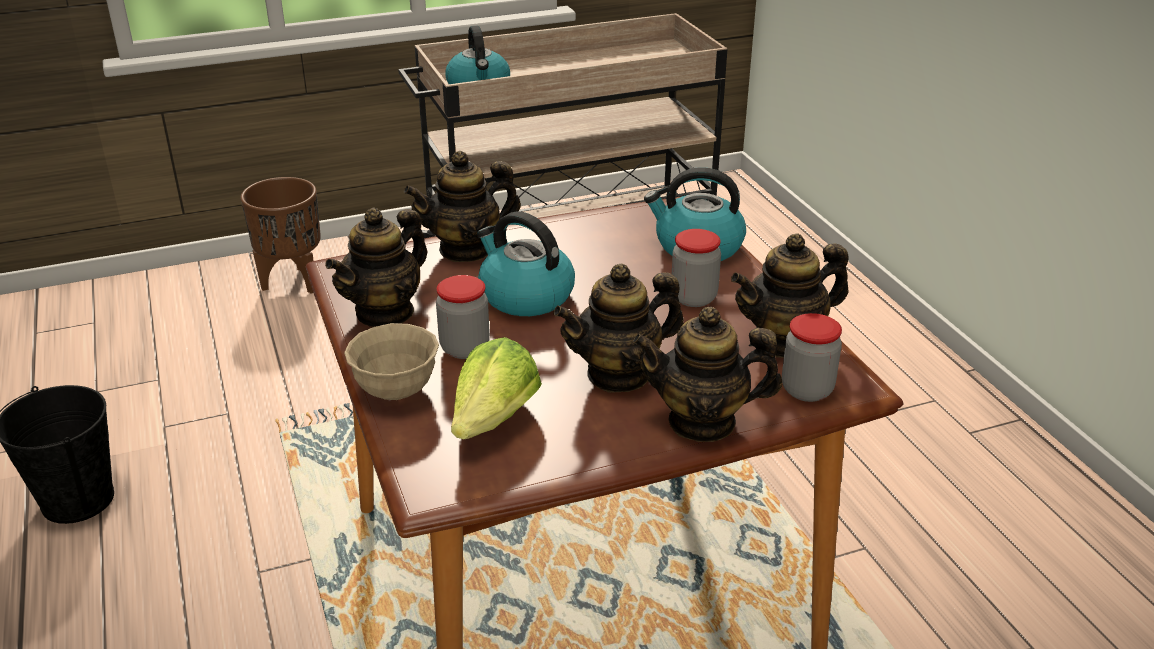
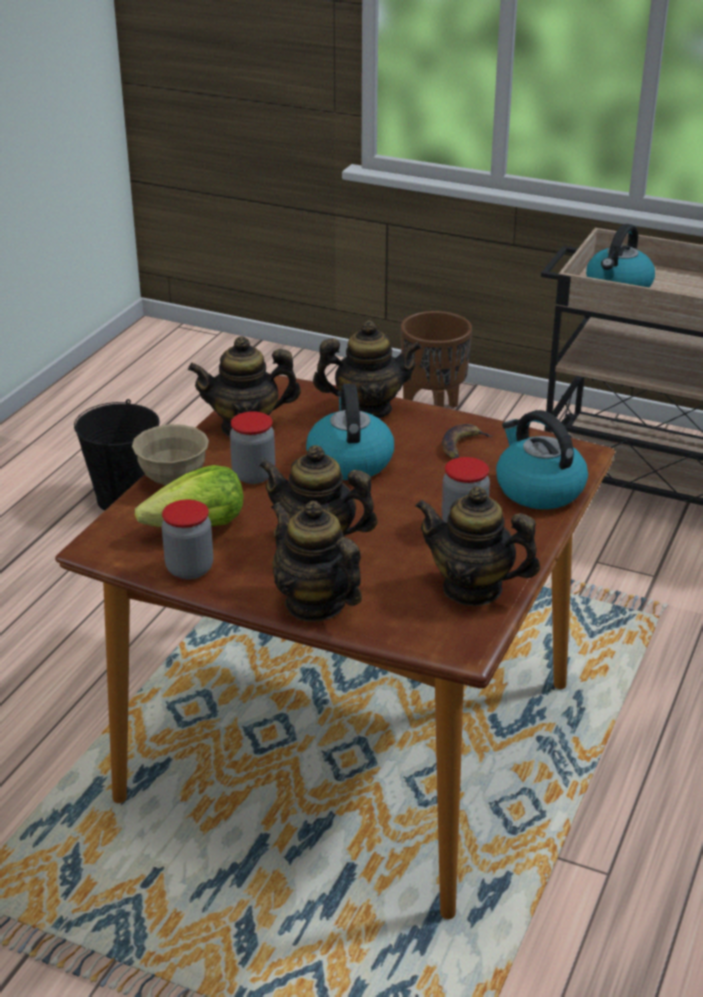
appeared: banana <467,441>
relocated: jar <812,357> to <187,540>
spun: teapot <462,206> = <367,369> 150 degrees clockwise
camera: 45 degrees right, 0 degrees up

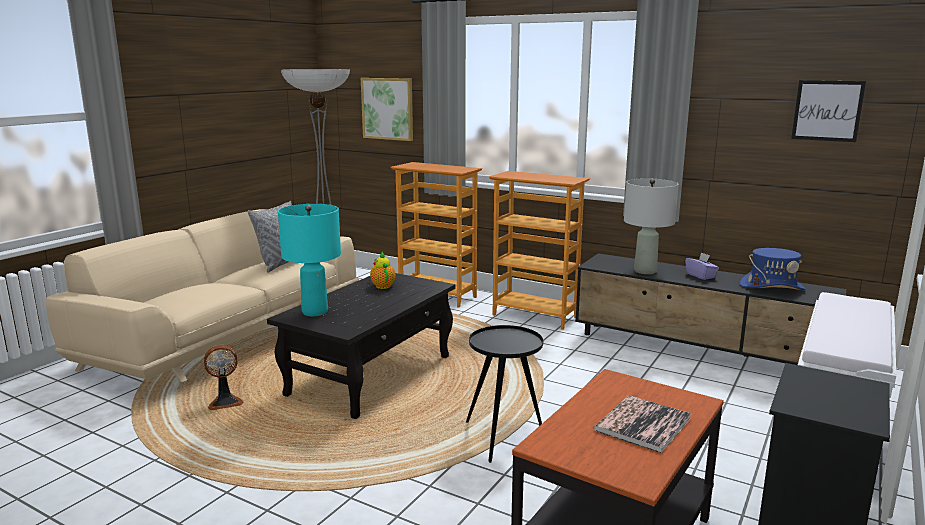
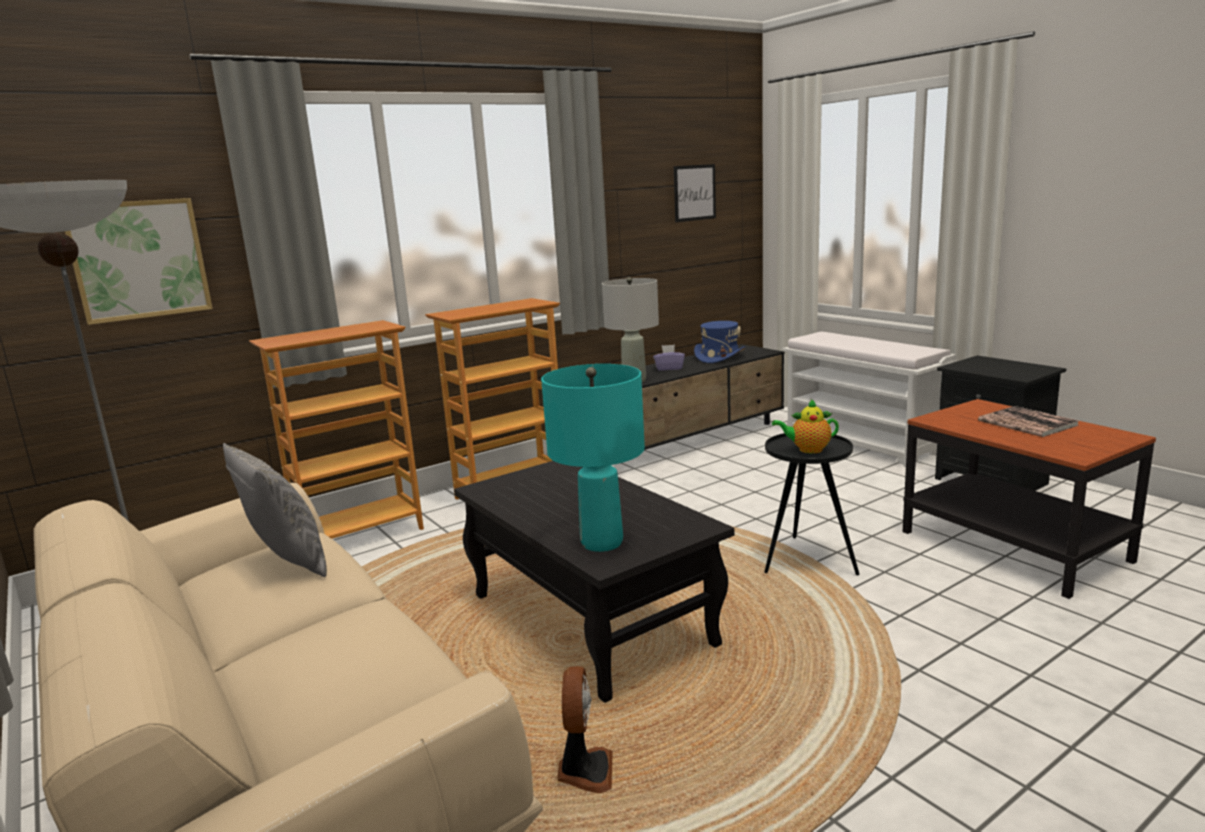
relocated: teapot <383,270> to <805,426>
camera: 65 degrees left, 0 degrees up

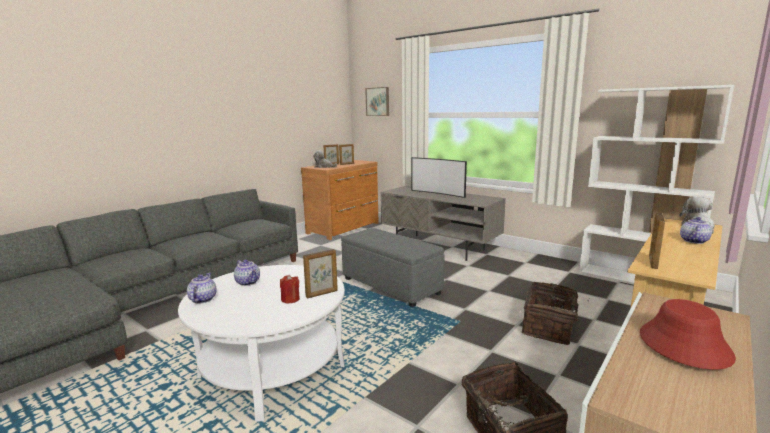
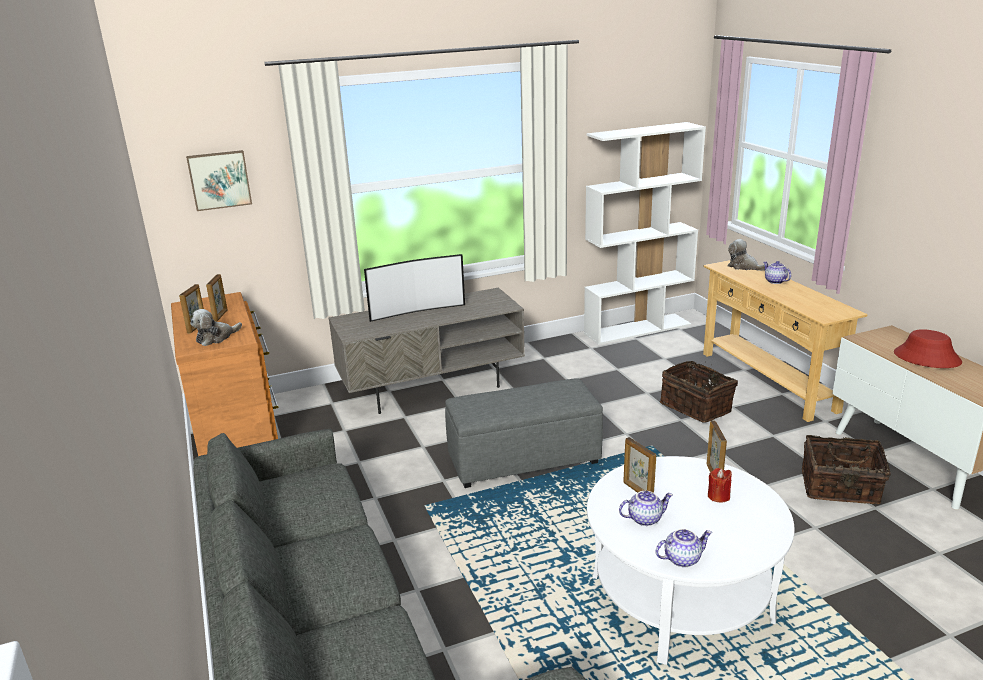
relocated: picture frame <657,241> to <639,465>
spun: teapot <202,288> = <684,548> 135 degrees clockwise
camera: 60 degrees left, 10 degrees up

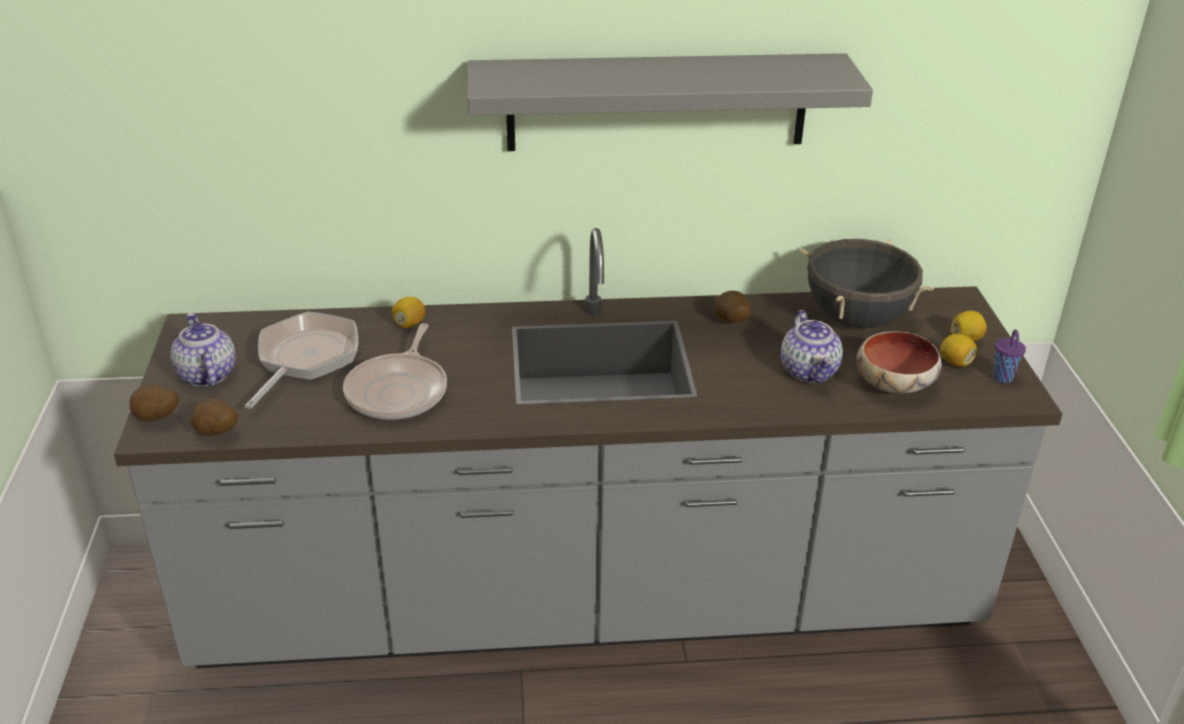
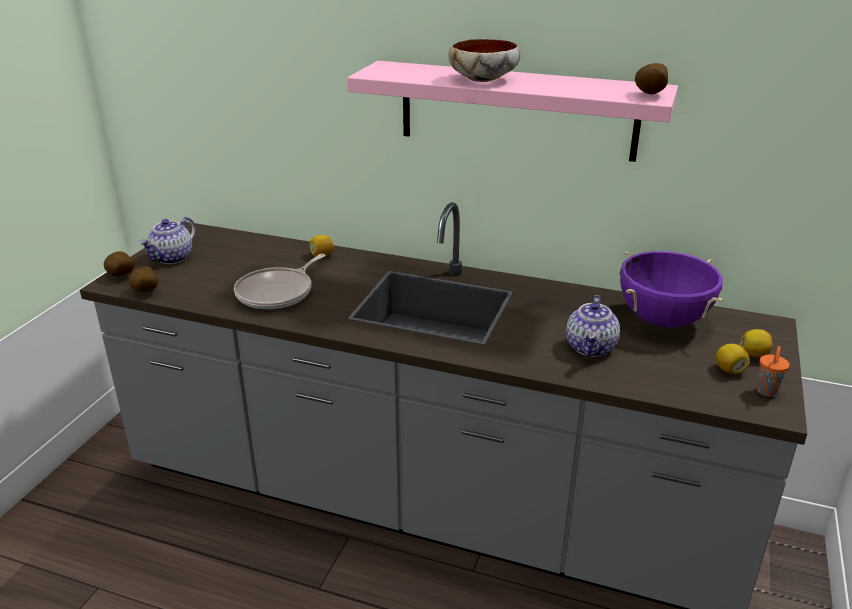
missing: frying pan <301,360>
relocated: potato <732,307> to <651,79>; bowl <898,362> to <484,60>
colour: shelf (grey) <670,102> to shelf (pink) <512,111>; cooking pot (black) <866,283> to cooking pot (purple) <671,289>; cup (purple) <1009,356> to cup (orange) <773,371>
spun: teapot <203,350> = <167,240> 150 degrees counterclockwise
camera: 25 degrees right, 5 degrees down

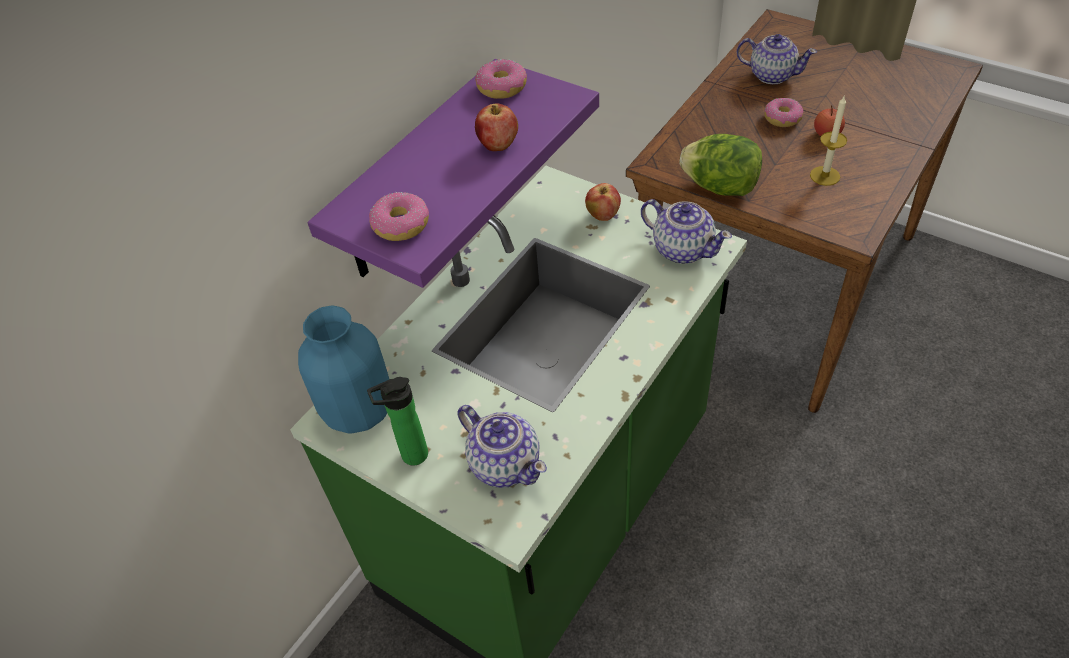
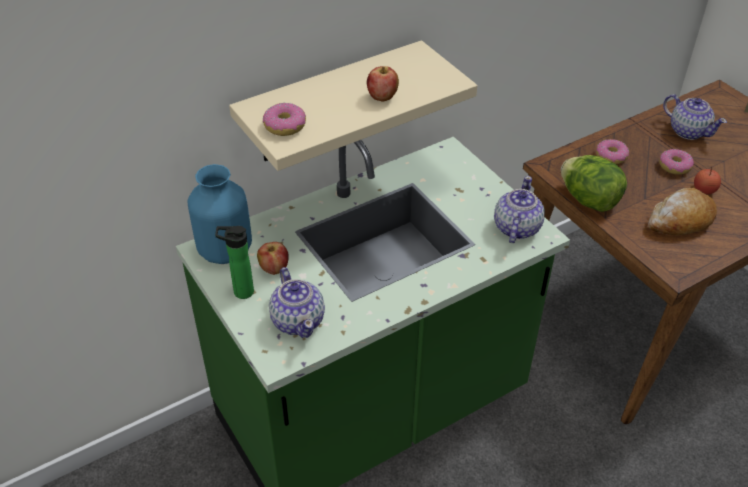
relocated: donut <501,79> to <612,151>; apple <603,202> to <273,258>
exchanged: candle <828,140> to bread <682,211>
colour: shelf (purple) <453,173> to shelf (beige) <353,105>
spun: teapot <686,231> = <519,209> 135 degrees counterclockwise
camera: 20 degrees right, 5 degrees down

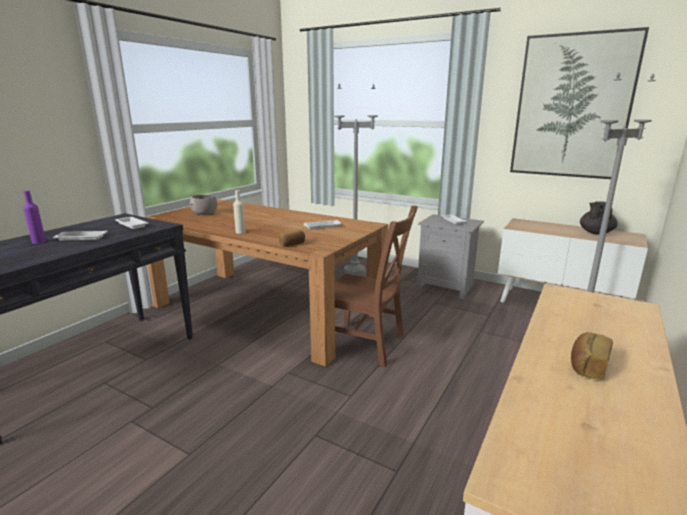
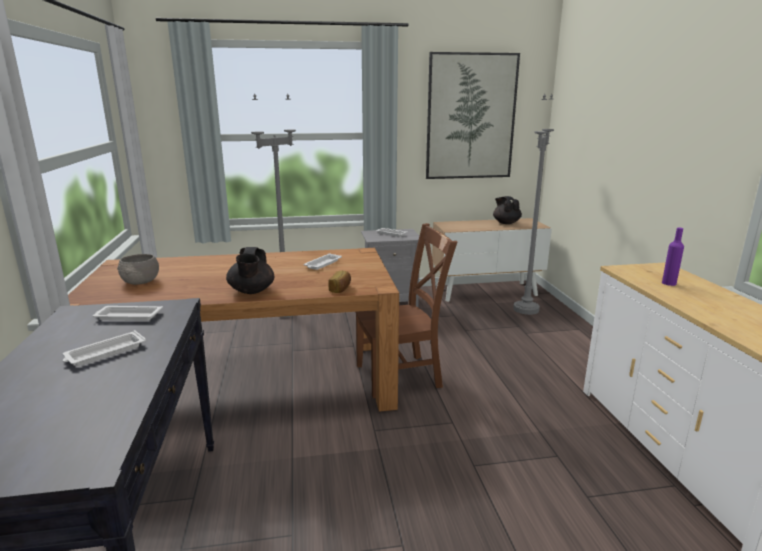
missing: bread <592,355>
relocated: bottle (purple) <34,217> to <673,257>
exchanged: bottle (beige) <239,212> to teapot (black) <250,270>
camera: 40 degrees left, 0 degrees up

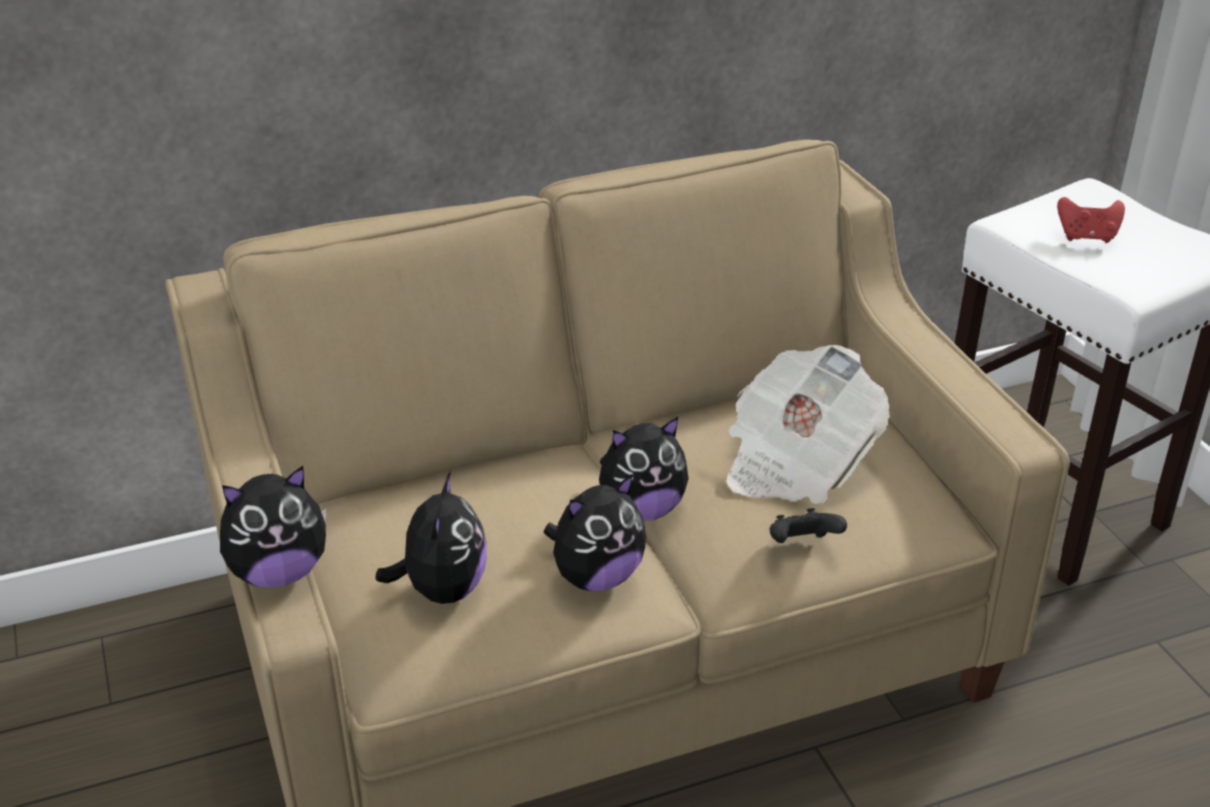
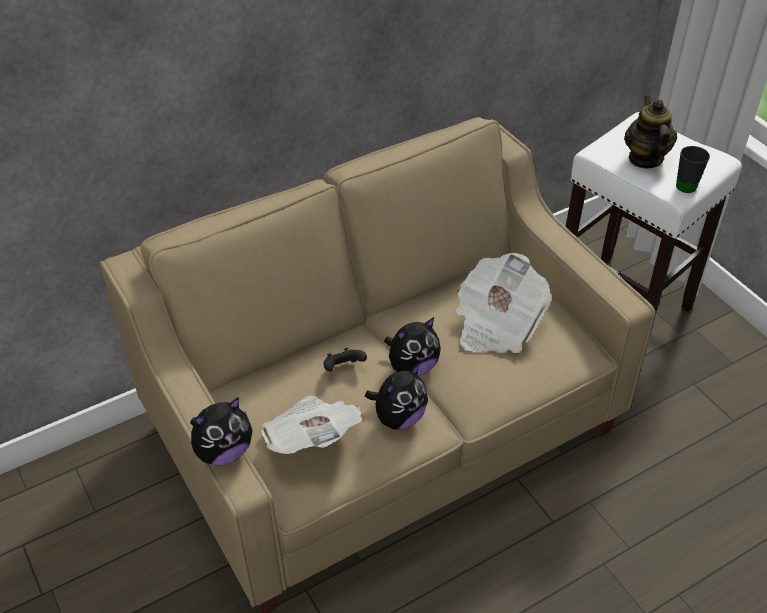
appeared: mug (black) <693,169>
relocated: game controller (black) <808,525> to <345,359>
exchanged: game controller (red) <1091,220> to teapot <650,132>; plush toy <431,537> to newspaper <311,424>
camera: 10 degrees left, 10 degrees up

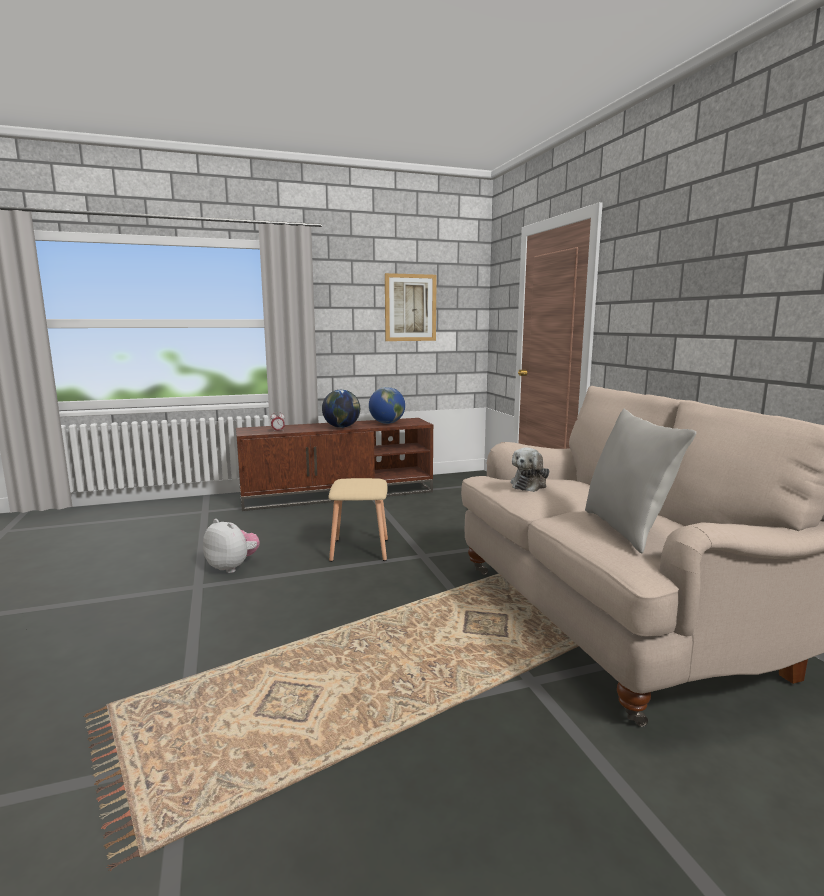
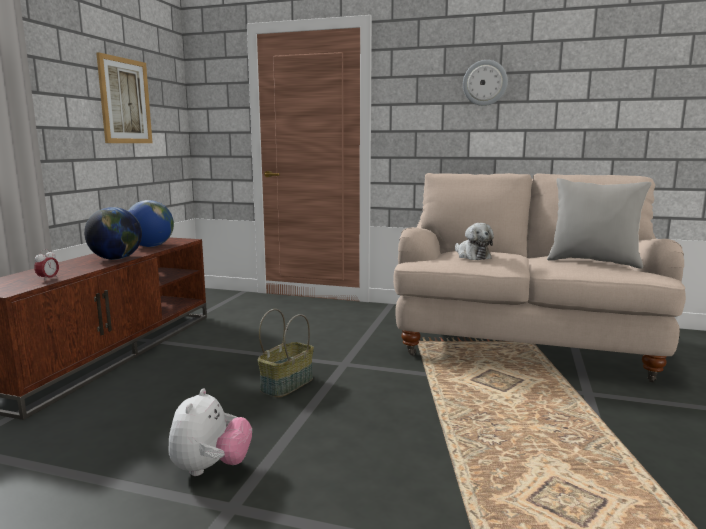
appeared: wall clock <485,83>
exchanged: stool (beige) <358,520> to basket <286,353>
spun: plush toy <231,546> = <210,432> 120 degrees clockwise
camera: 55 degrees left, 0 degrees up

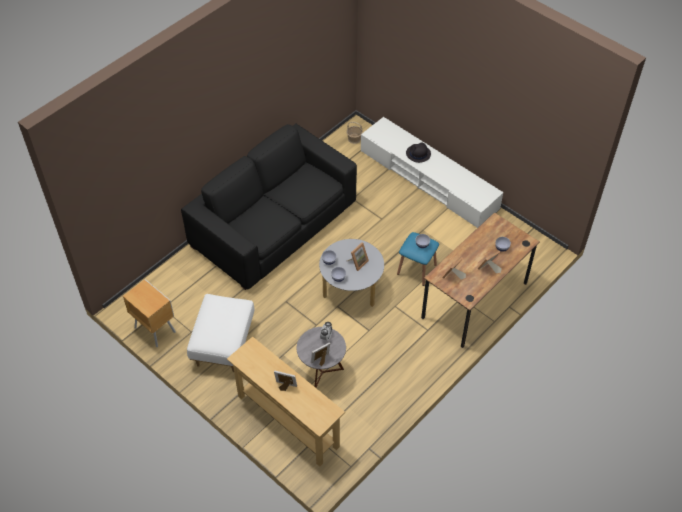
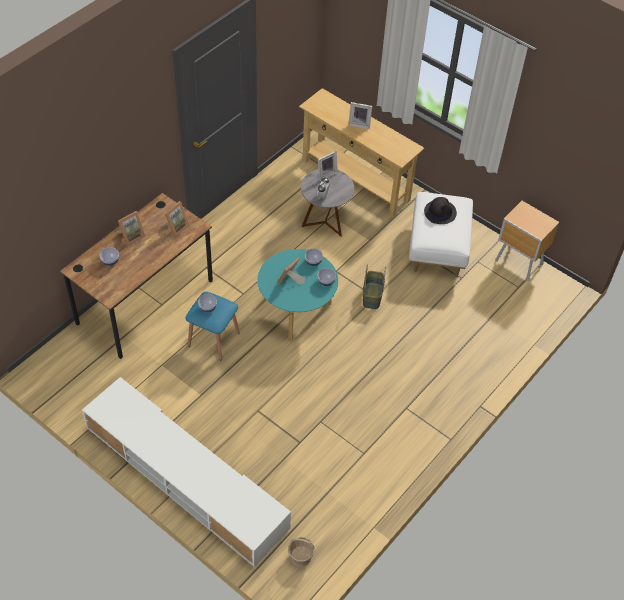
missing: sofa (black) <269,207>
appeared: basket <374,286>
relocated: hat (black) <418,152> to <440,210>
colour: coffee table (grey) <351,273> to coffee table (turquoise) <298,295>
camera: 175 degrees right, 0 degrees up

